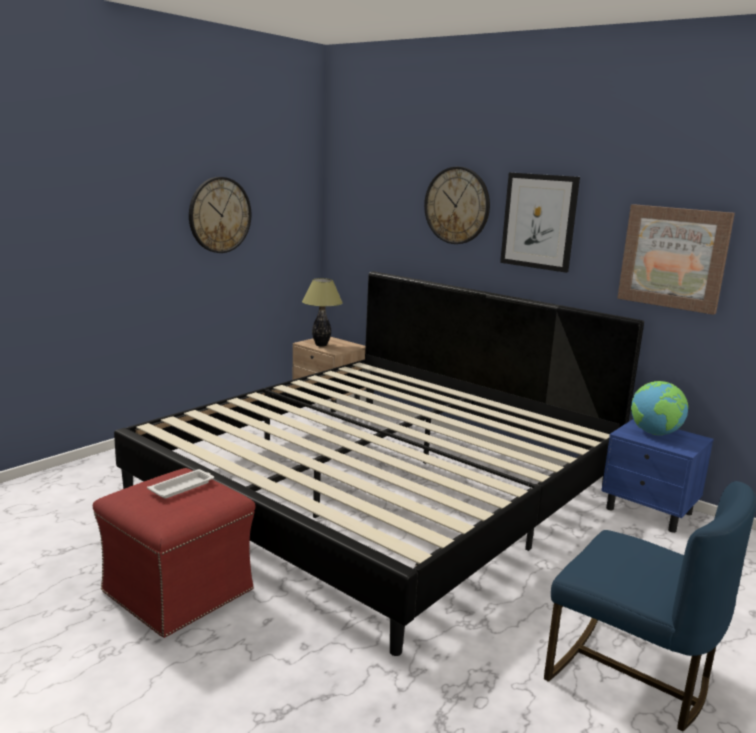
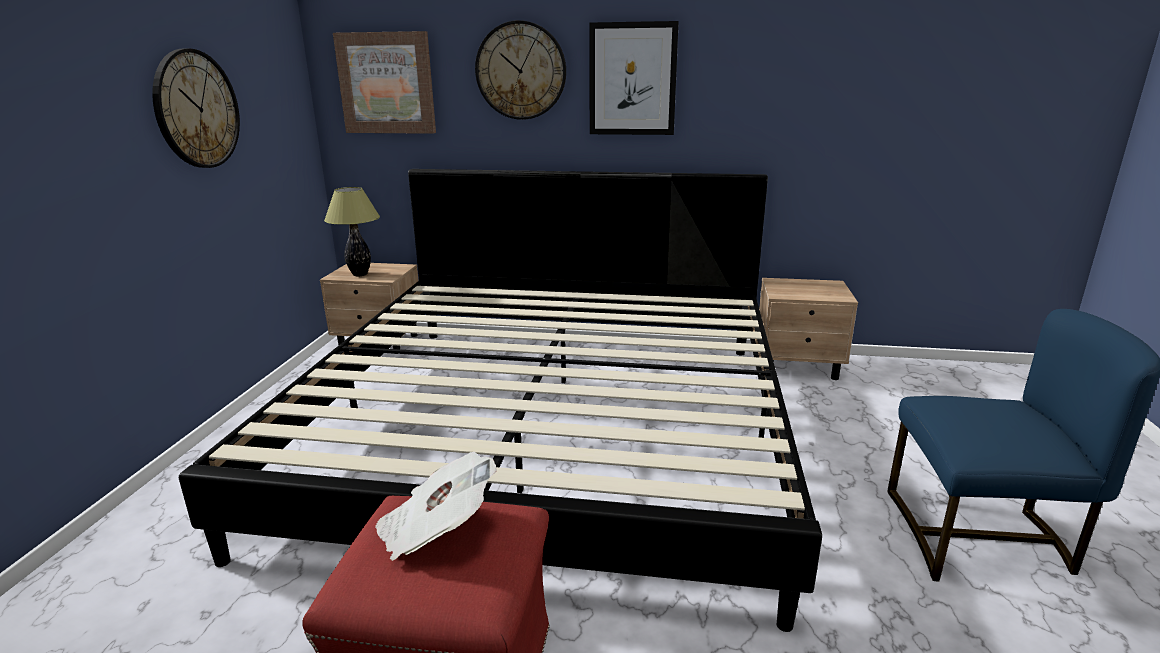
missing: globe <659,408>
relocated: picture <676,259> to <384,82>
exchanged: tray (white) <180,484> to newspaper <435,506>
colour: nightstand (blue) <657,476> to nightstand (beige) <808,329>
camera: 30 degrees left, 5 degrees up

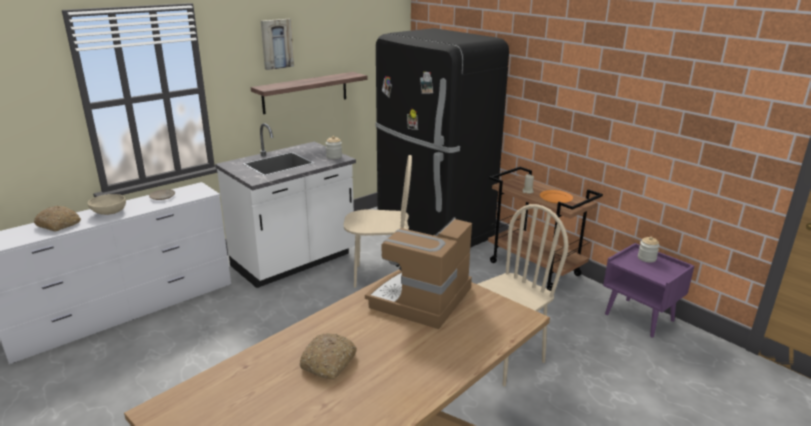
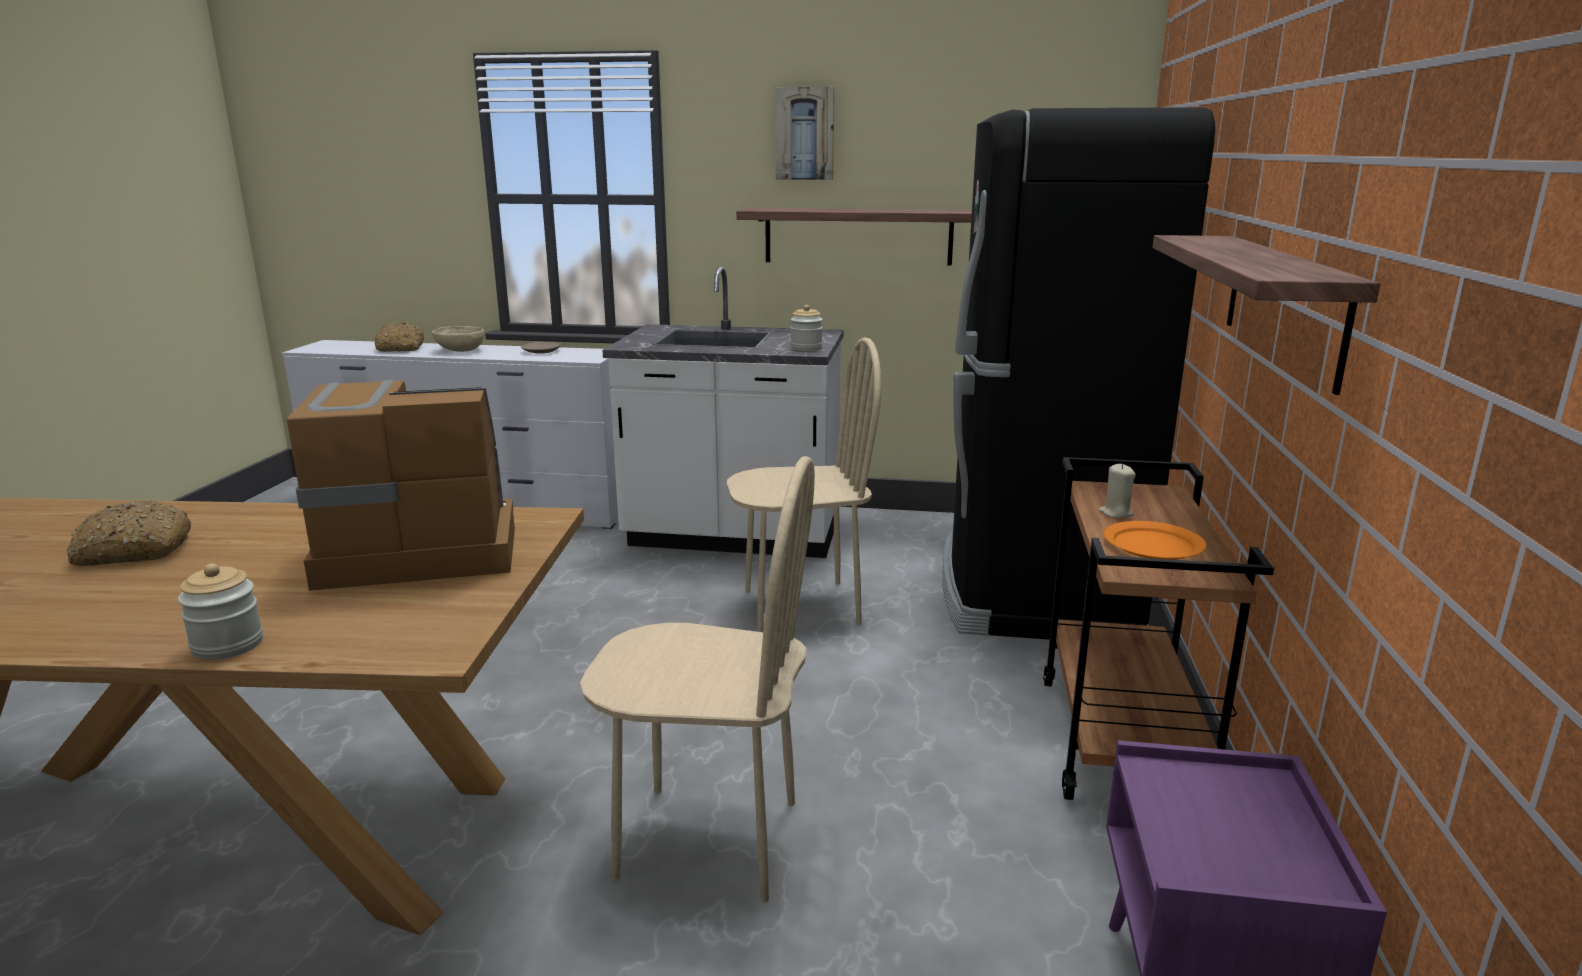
appeared: shelf <1266,315>
relocated: jar <649,250> to <220,611>
spun: chair (beige) <378,221> = <804,484> 60 degrees counterclockwise
camera: 50 degrees right, 5 degrees down

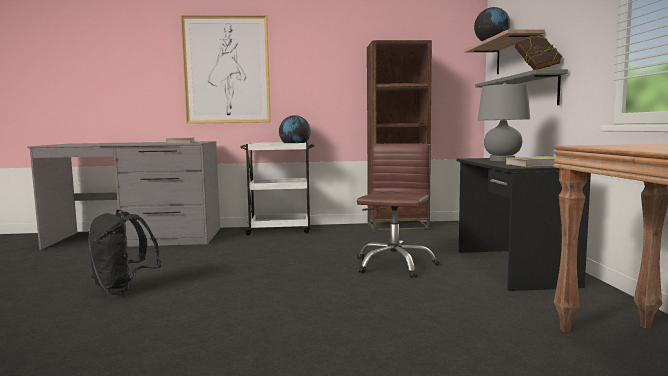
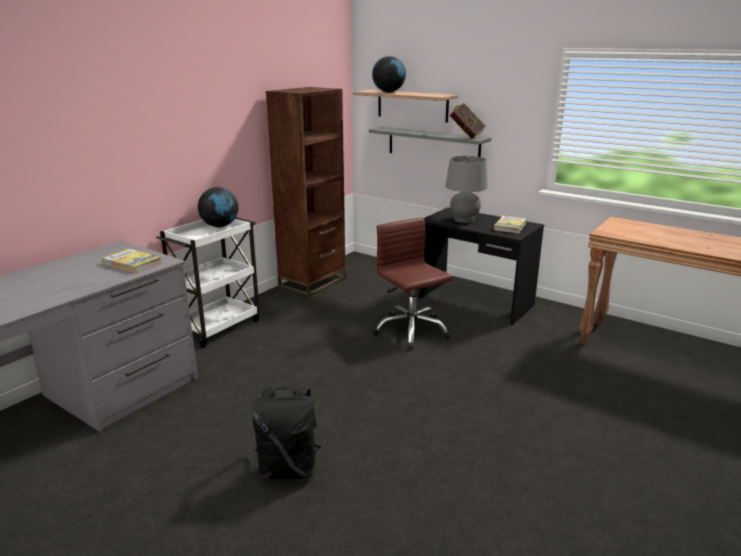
missing: picture <226,69>
camera: 50 degrees left, 15 degrees up

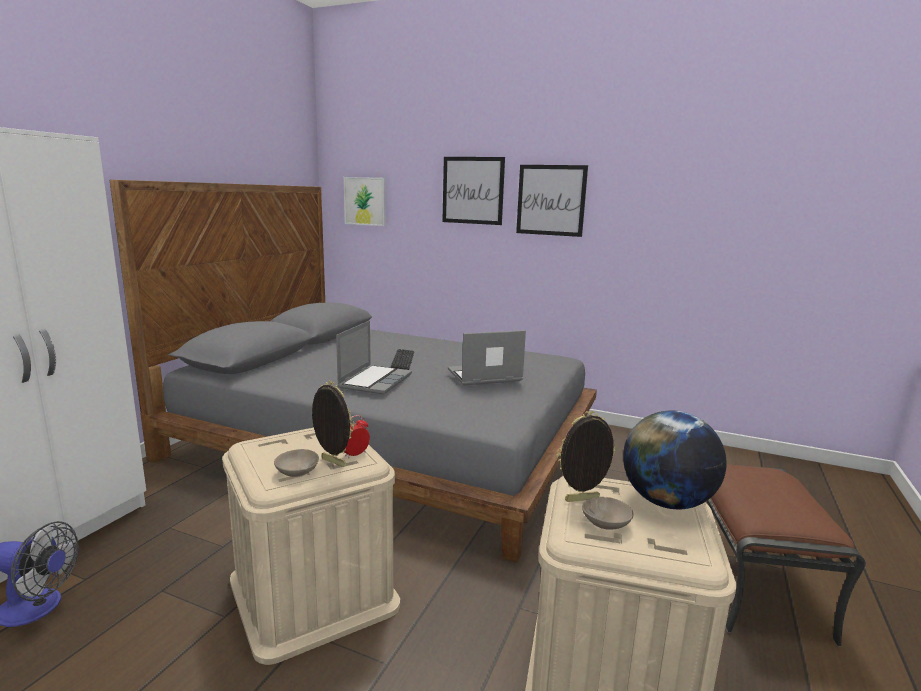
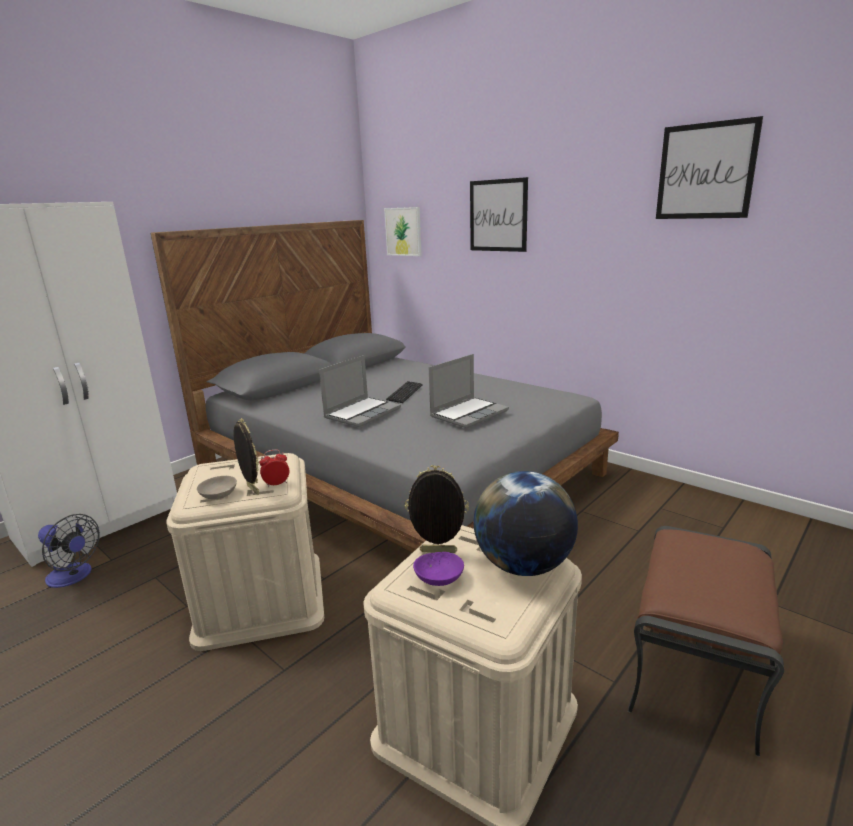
relocated: picture <552,201> to <709,167>
colour: bowl (beige) <608,513> to bowl (purple) <438,569>
spun: laptop <487,358> = <469,391> 135 degrees clockwise
camera: 20 degrees right, 5 degrees up

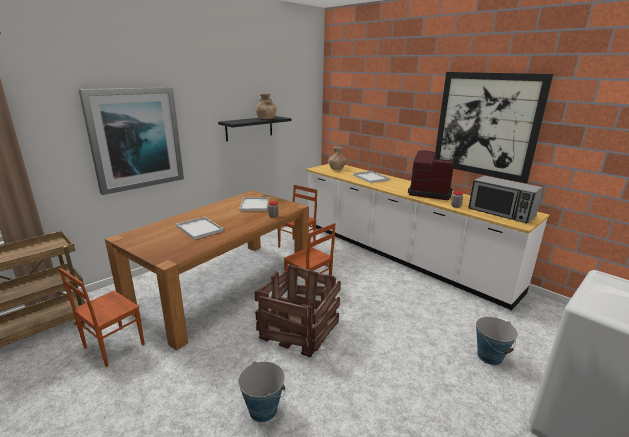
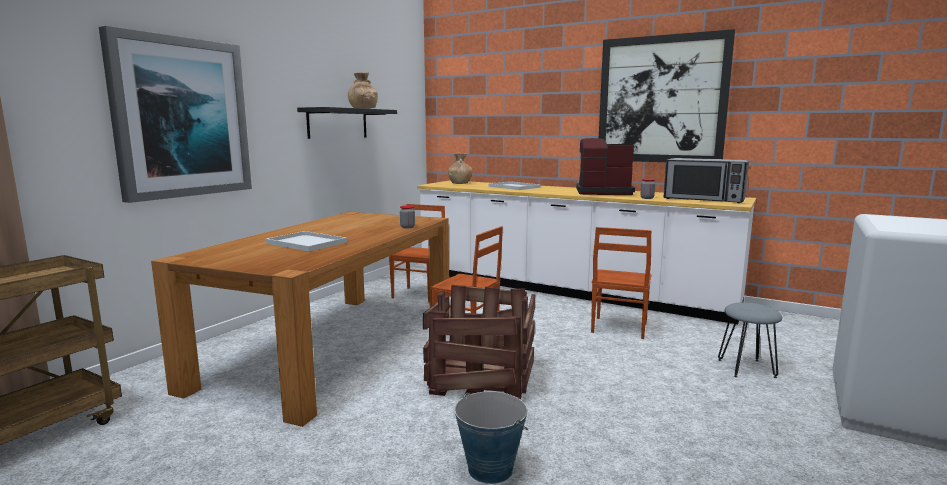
missing: tray (white) <254,204>
relocated: chair (brown) <101,317> to <621,283>
exchanged: bucket <497,341> to stool (grey) <750,340>
camera: 15 degrees left, 10 degrees down

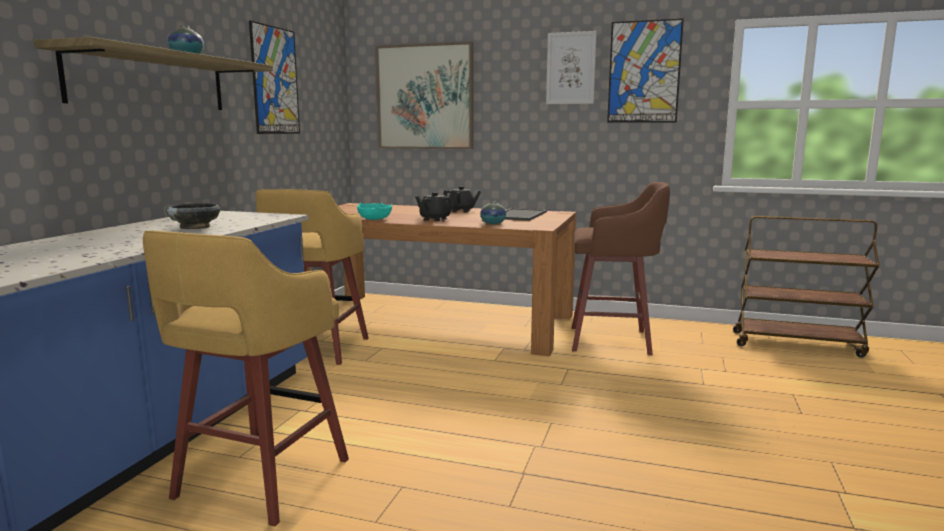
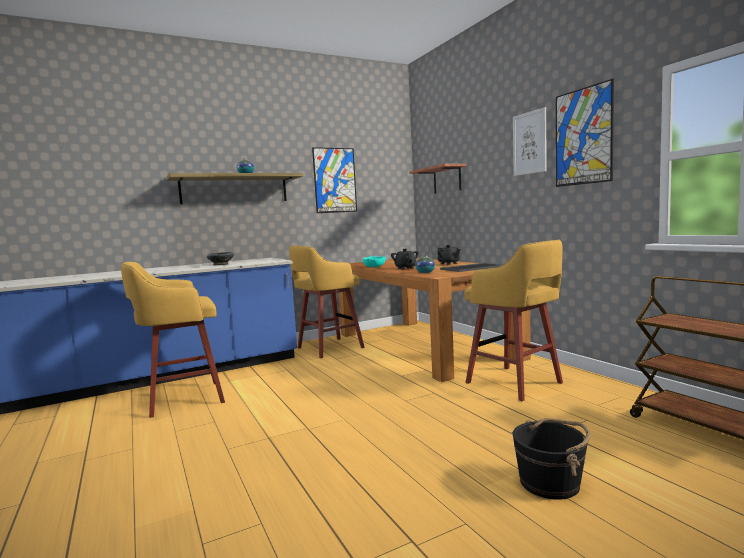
appeared: bucket (black) <551,459>
exchanged: picture <424,95> to shelf <438,179>
colour: stool (brown) <621,268> to stool (yellow) <513,320>
camera: 45 degrees right, 5 degrees down

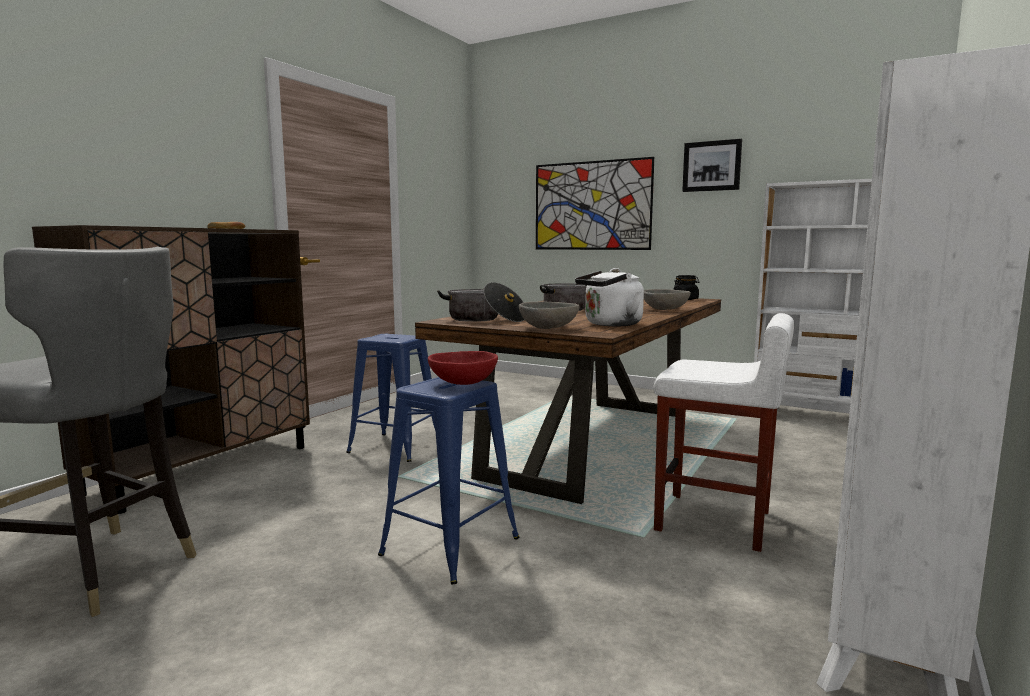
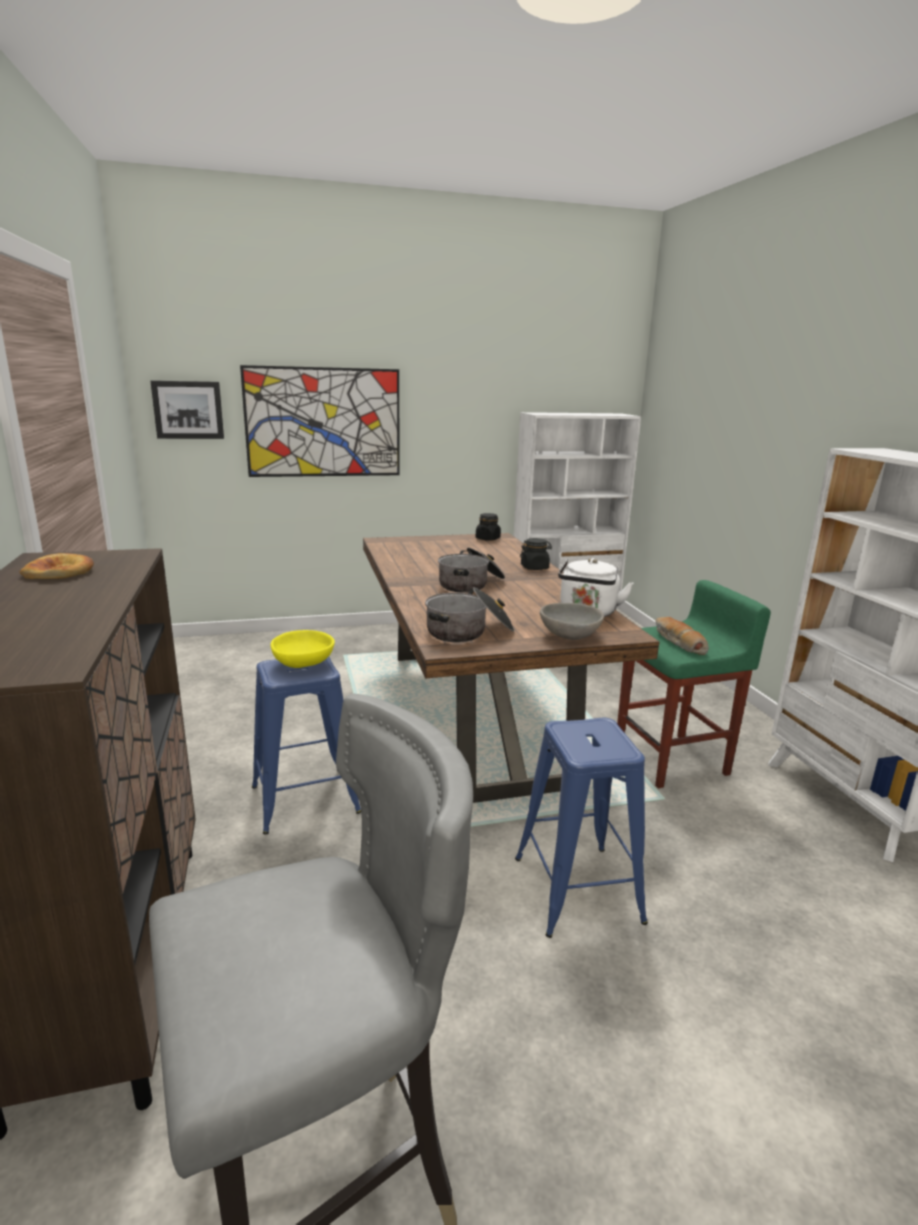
missing: bowl (red) <463,368>
appeared: bread <682,636>; bowl (yellow) <302,649>
relocated: picture <712,165> to <187,409>
exchanged: bowl (grey) <667,299> to jar (black) <536,554>
colour: stool (white) <723,432> to stool (green) <694,684>
camera: 45 degrees left, 10 degrees up

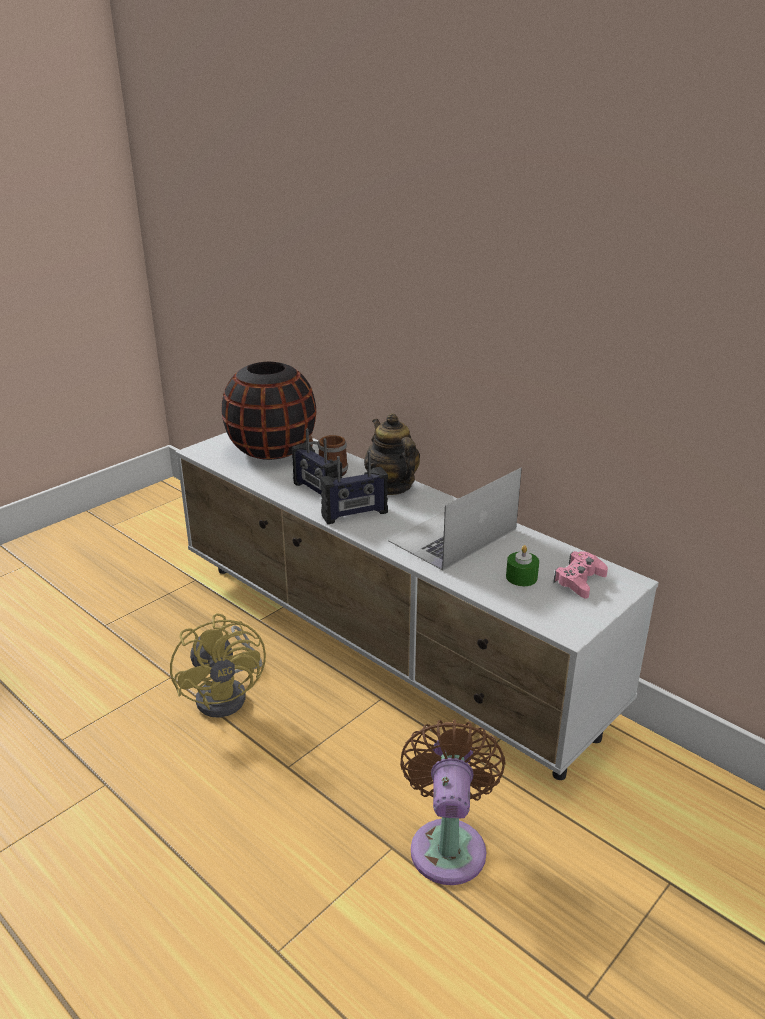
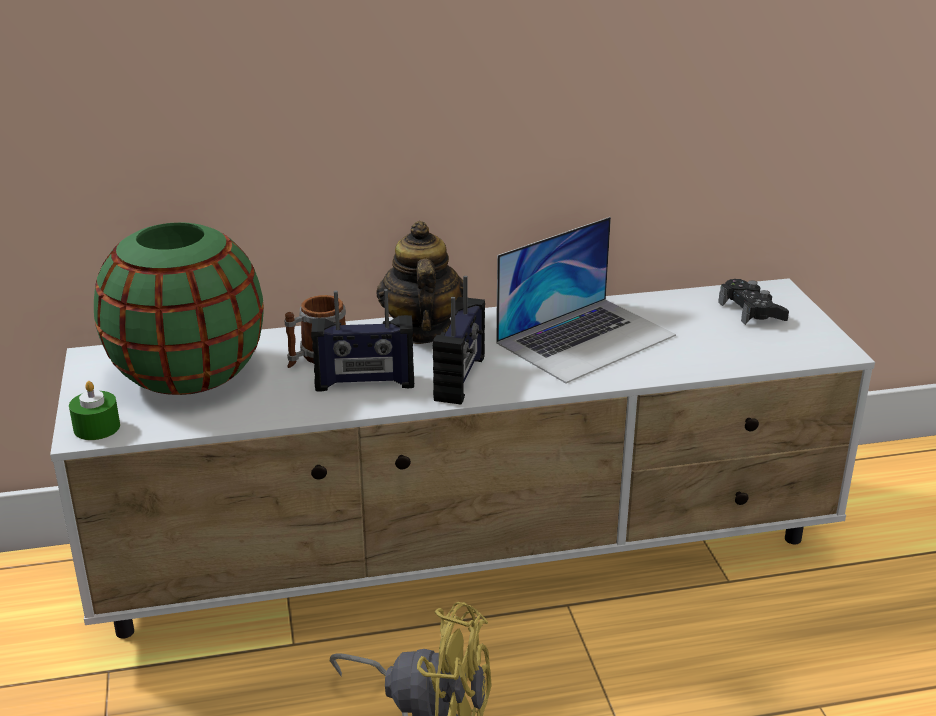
missing: fan (brown) <452,802>
relocated: candle (green) <522,565> to <94,410>
colour: vase (black) <268,411> to vase (green) <179,309>; game controller (pink) <580,575> to game controller (black) <753,302>
spun: teapot <392,454> = <419,282> 75 degrees clockwise; laptop <455,519> = <586,300> 120 degrees counterclockwise
camera: 55 degrees left, 0 degrees up

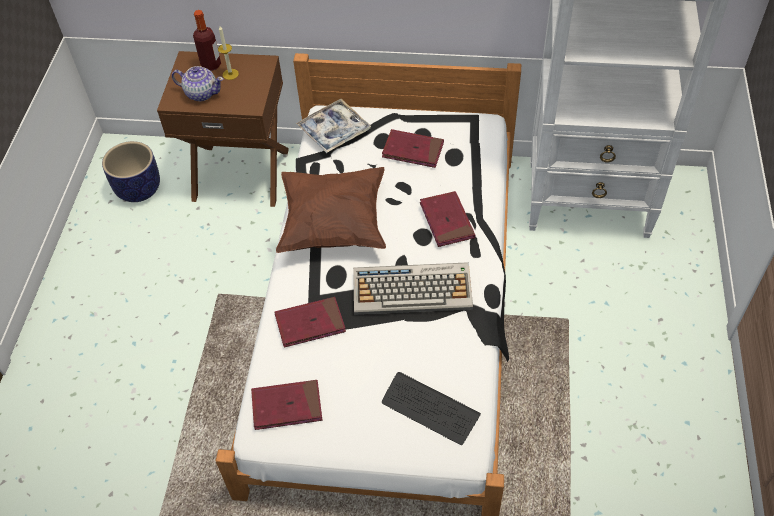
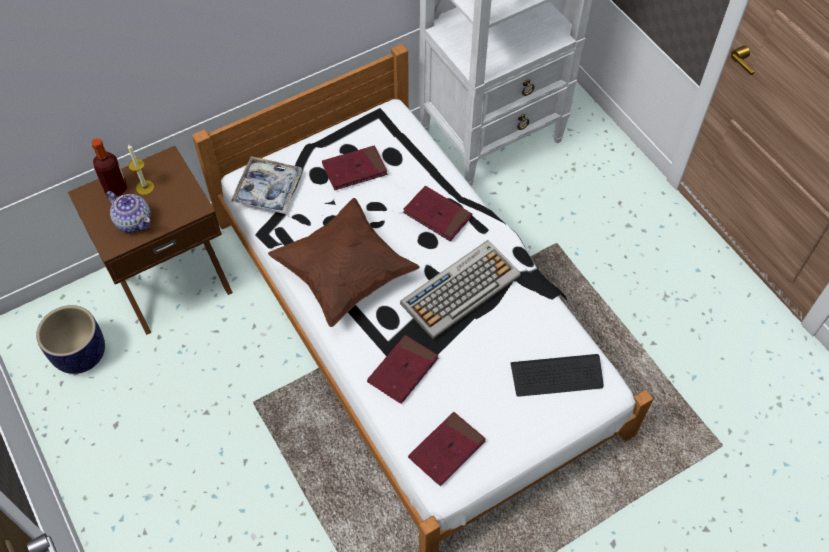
spun: teapot <198,83> = <128,212> 60 degrees clockwise
camera: 40 degrees left, 5 degrees up

